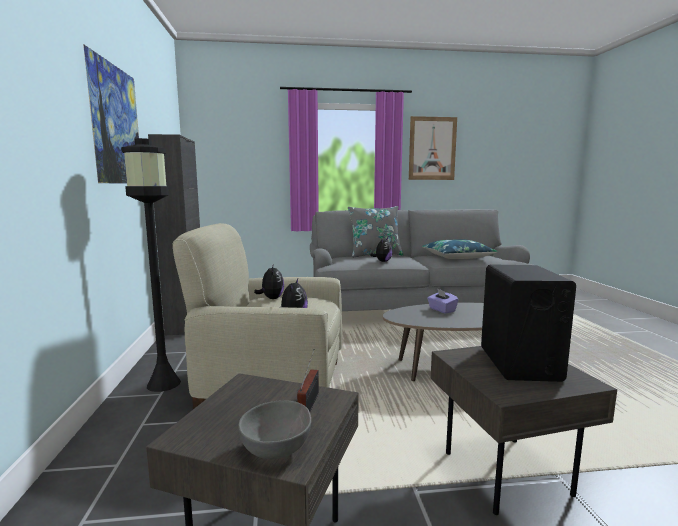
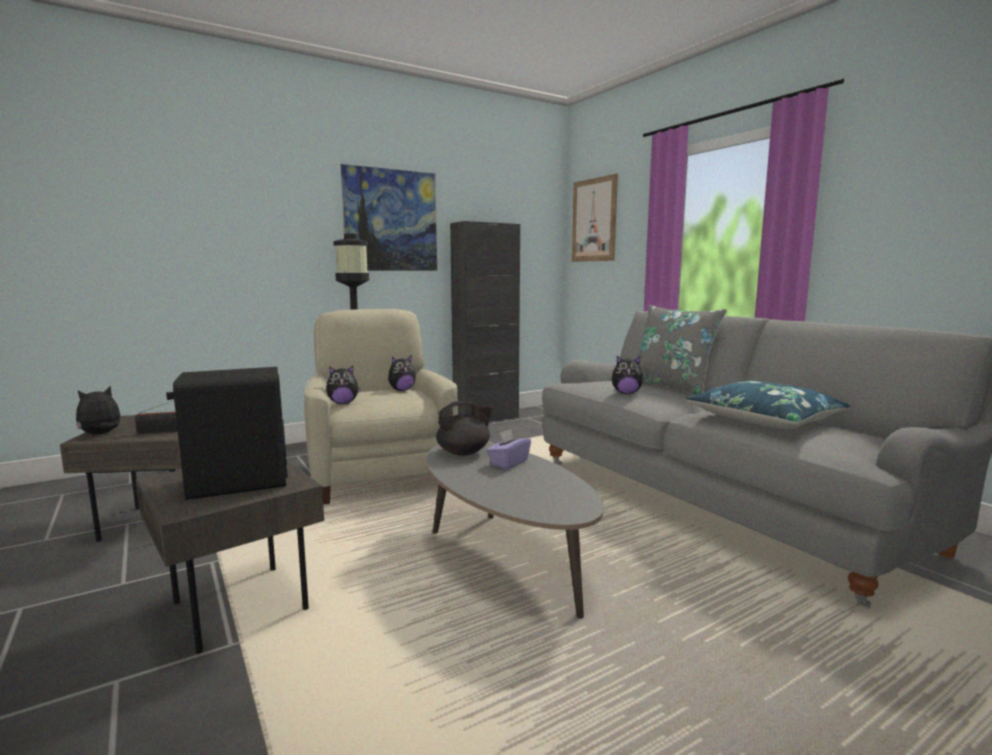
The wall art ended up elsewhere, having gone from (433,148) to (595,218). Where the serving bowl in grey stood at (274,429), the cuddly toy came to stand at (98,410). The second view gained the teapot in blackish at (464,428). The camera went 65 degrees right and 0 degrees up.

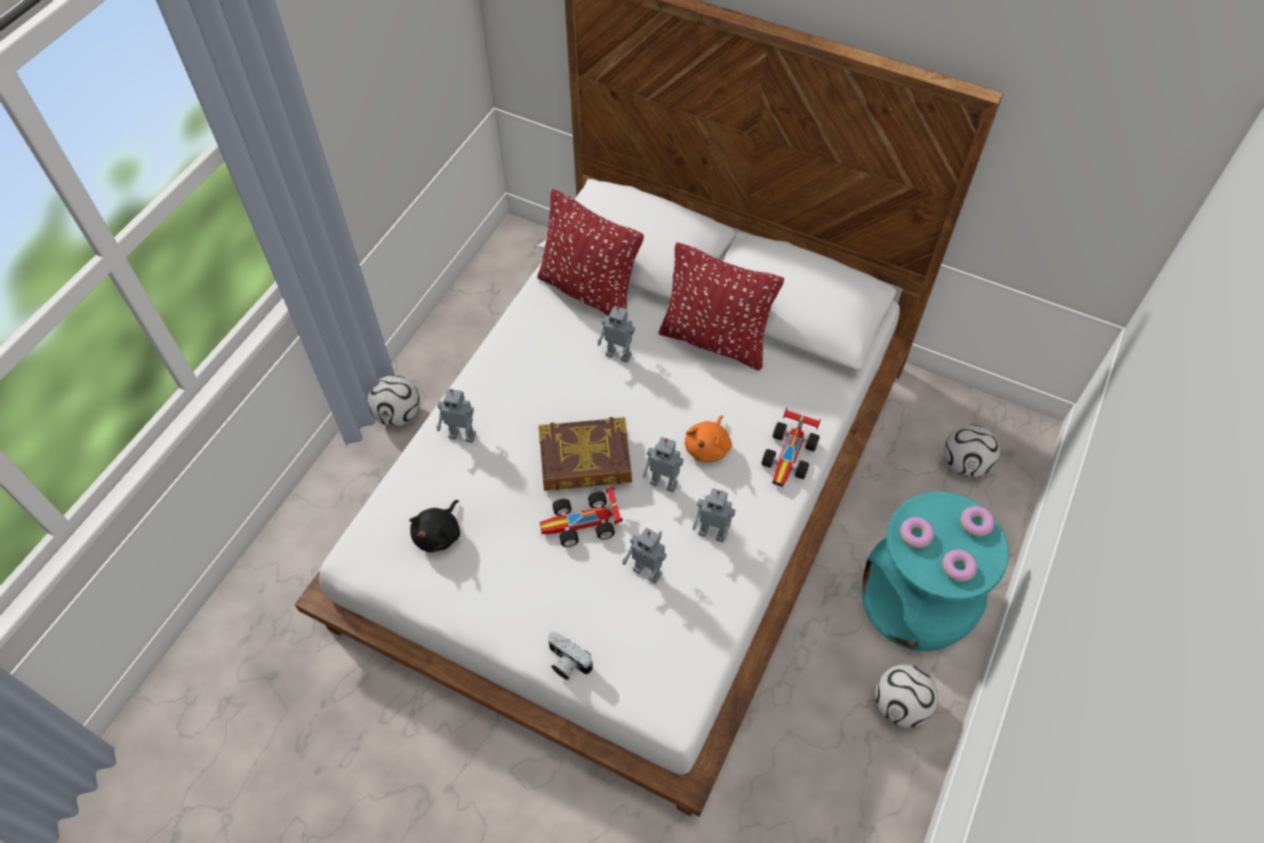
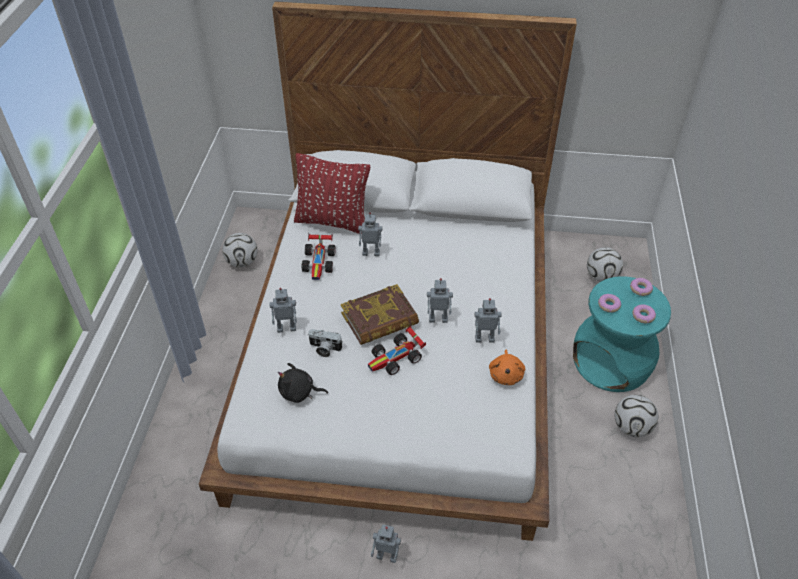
The second view lost the cushion in red at (721,306). The football ended up elsewhere, having gone from (394,401) to (240,250). The model car ended up elsewhere, having gone from (791,447) to (318,257). The cuddly toy in orangey ended up elsewhere, having gone from (708,439) to (507,367). The cuddly toy in blackish at (434,526) ended up facing another way, 90 degrees clockwise from before. The model robot ended up elsewhere, having gone from (644,556) to (386,543). The still camera ended up elsewhere, having gone from (570,656) to (325,343). The camera went 20 degrees left and 10 degrees down.

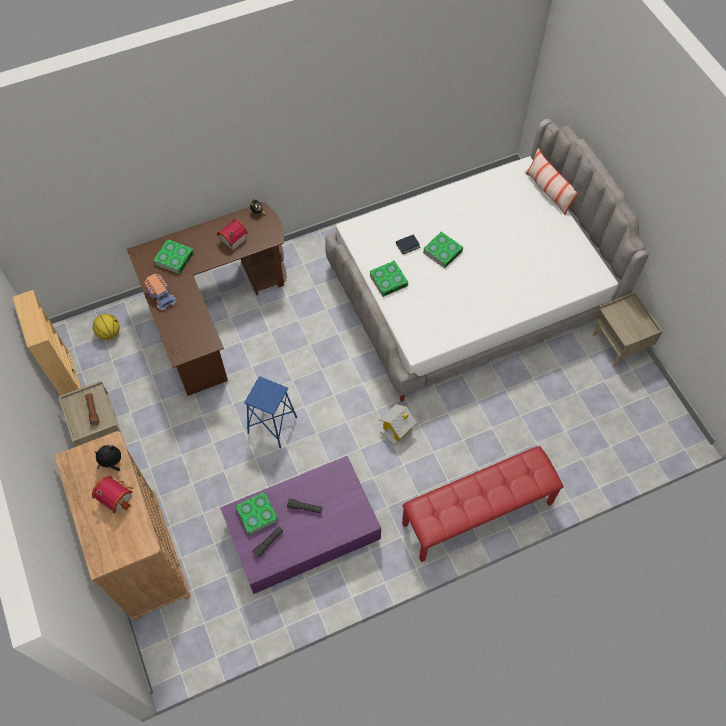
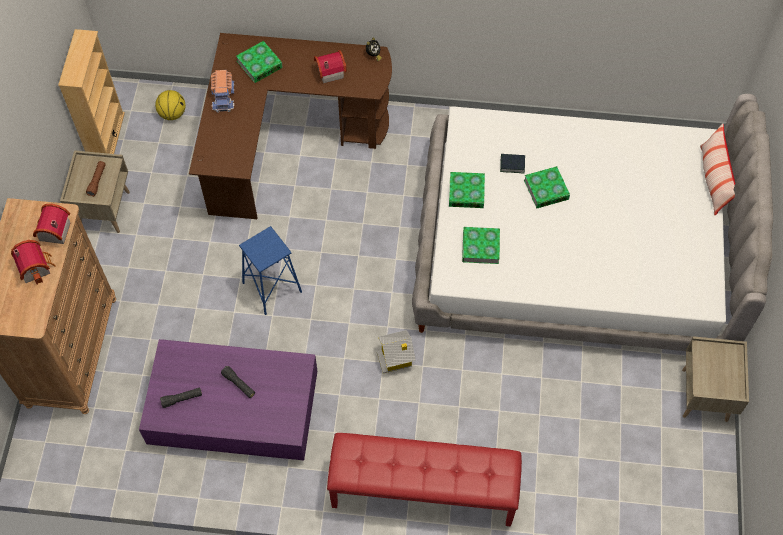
Where the cuddly toy stood at (108,458), the model house came to stand at (52,224). The bound book ended up elsewhere, having gone from (257,513) to (481,245). The camera went 30 degrees right and 0 degrees up.

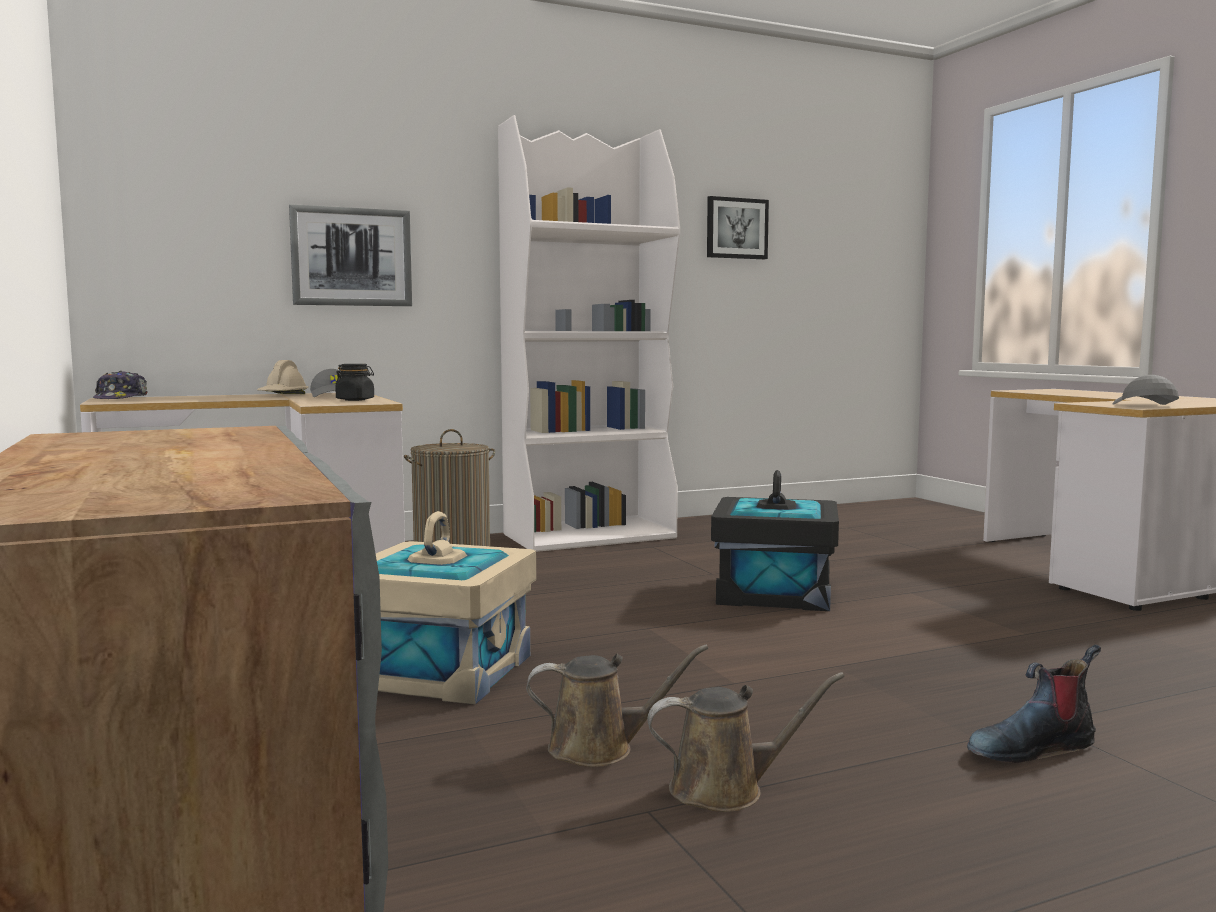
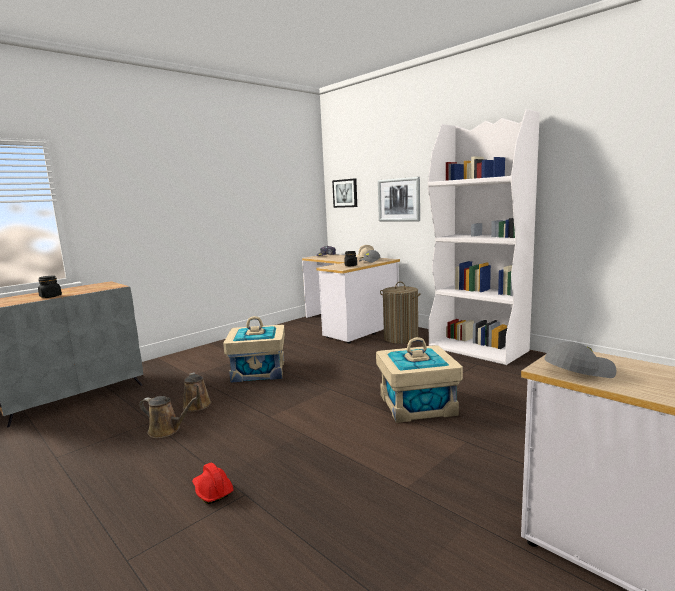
The wall art ended up elsewhere, having gone from (738,227) to (344,193). What was the storage container in blackish at (775,540) turned into the storage container in beige at (419,380). Where the tall boot stood at (1034,703), the work helmet in red came to stand at (212,483). The sprinkling can in brown-coloured at (746,742) ended up facing another way, 45 degrees counterclockwise from before. The second view gained the jar in blackish at (50,287). The camera went 70 degrees right and 5 degrees up.

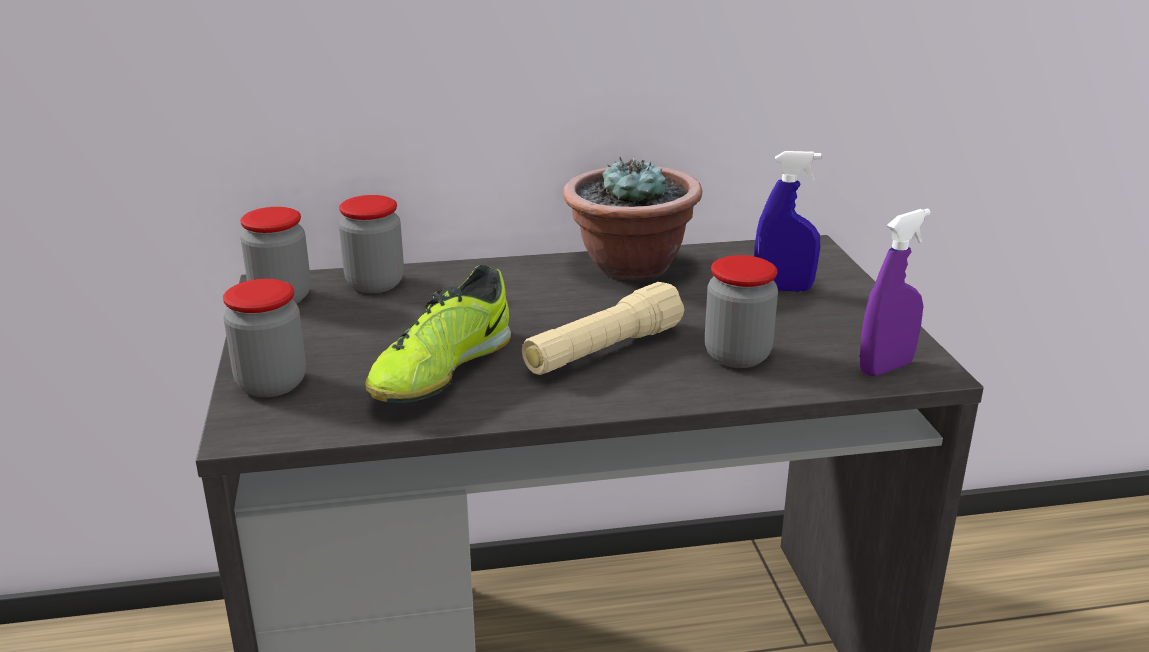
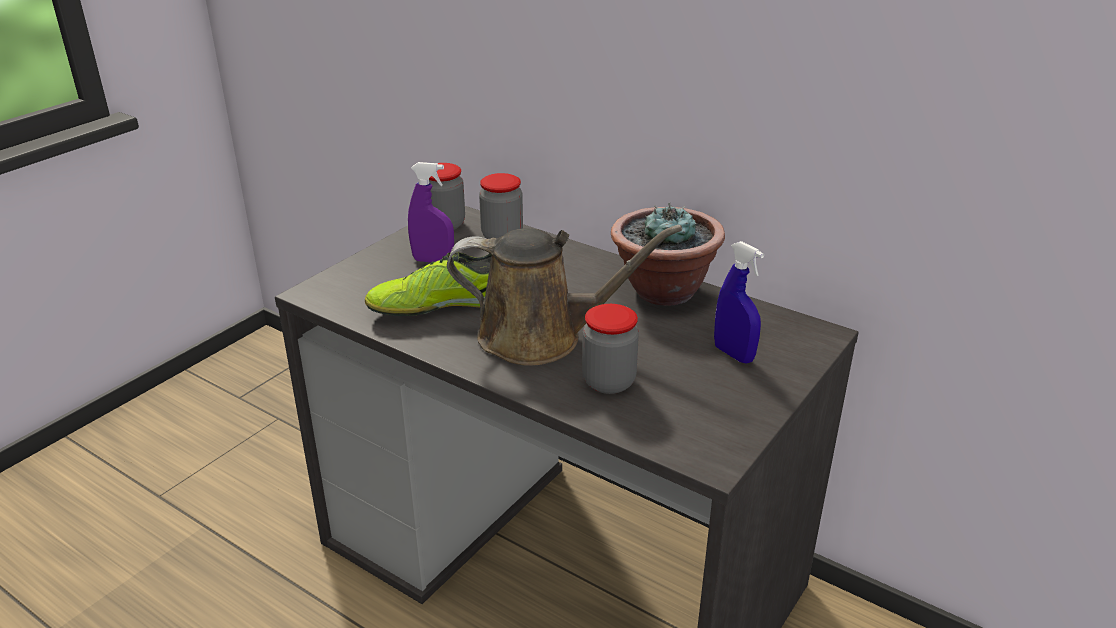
The sprayer in purple ended up elsewhere, having gone from (895,292) to (431,212). The second view lost the jar at (264,338). Where the torch in beige stood at (603,328), the sprinkling can in brown-coloured came to stand at (564,295). The camera went 45 degrees right and 5 degrees up.

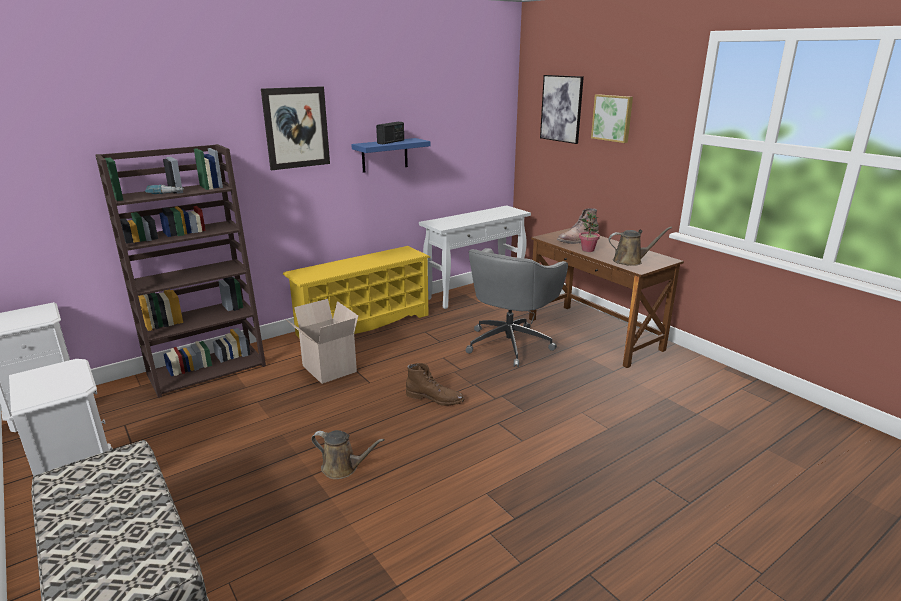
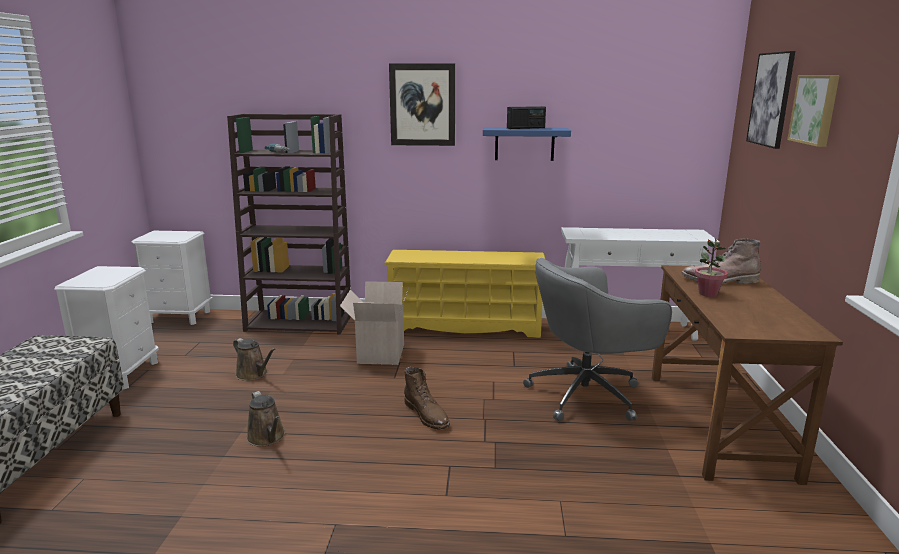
The sprinkling can in brown-coloured ended up elsewhere, having gone from (640,246) to (254,359). The camera went 40 degrees right and 5 degrees down.

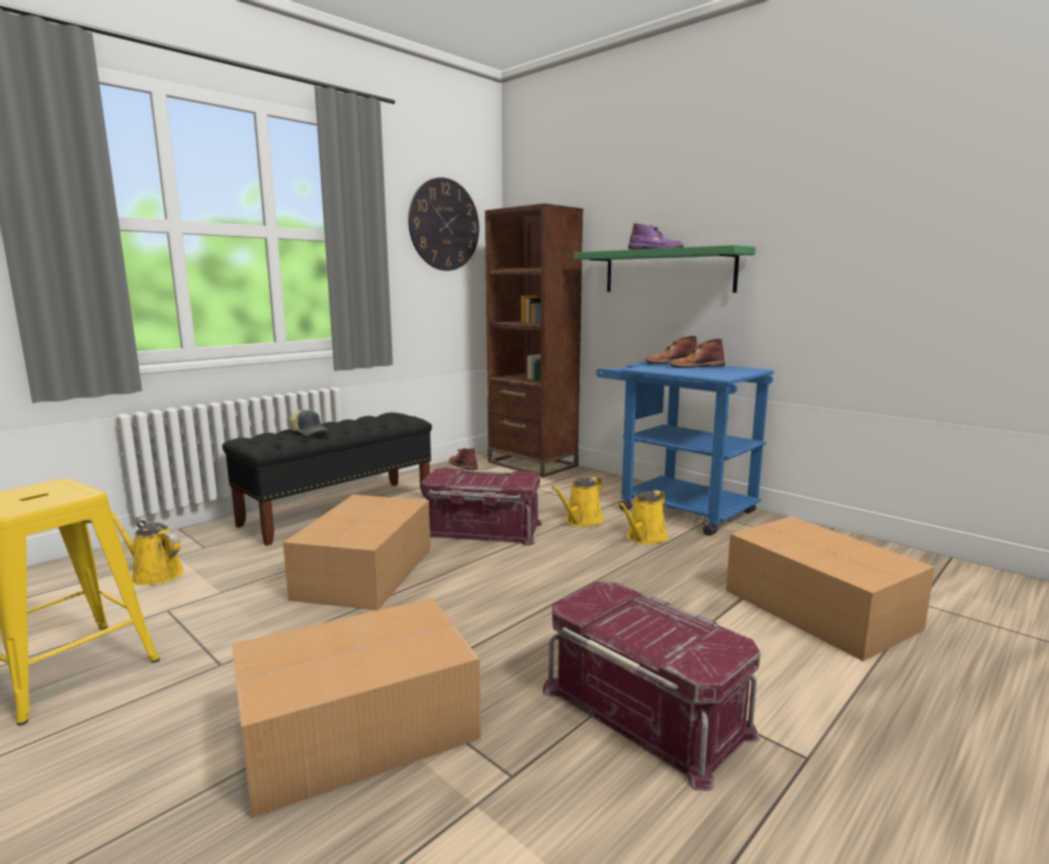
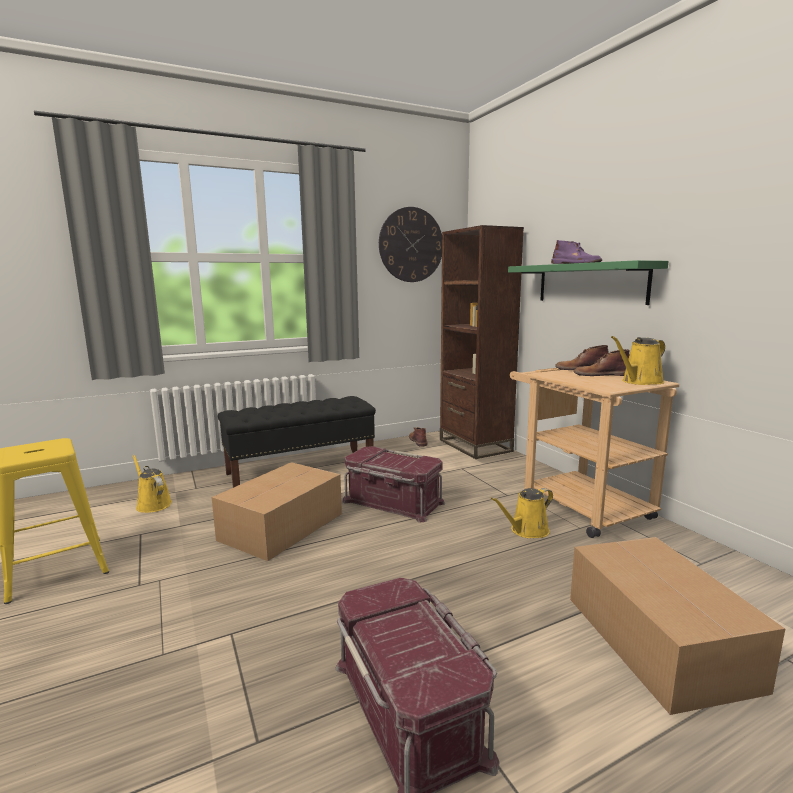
What was the wheeled cart in blue at (685,449) turned into the wheeled cart in beige at (594,453). The second view lost the peaked cap at (308,422). The sprinkling can in yellow ended up elsewhere, having gone from (578,502) to (638,360). The second view lost the cardboard box at (356,708). The camera went 20 degrees right and 0 degrees up.

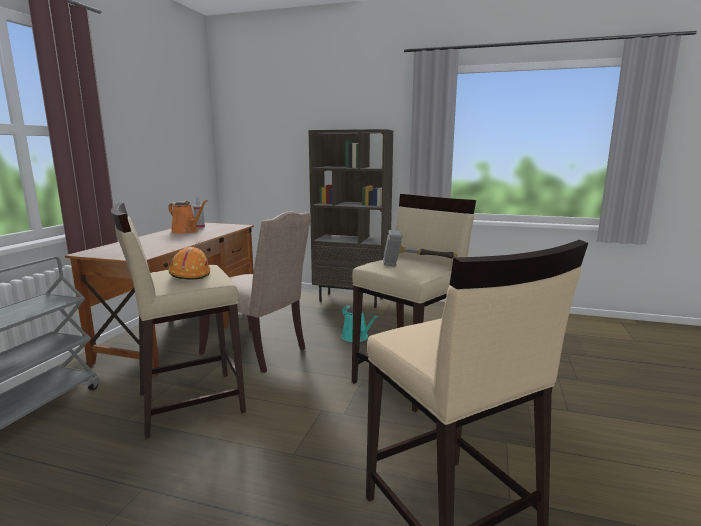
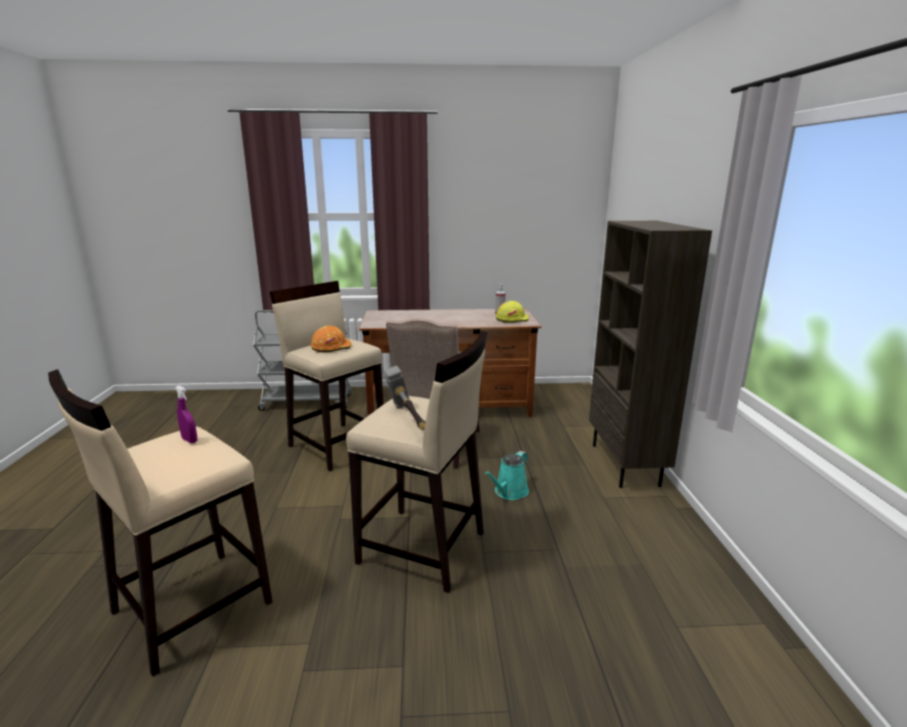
The second view lost the sprinkling can in orangey at (188,217). The second view gained the work helmet in yellow at (512,312). The second view gained the sprayer in purple at (186,414). The camera went 70 degrees right and 5 degrees up.

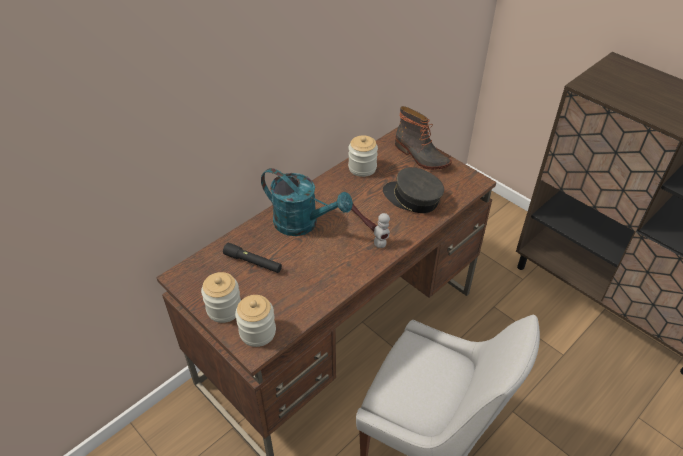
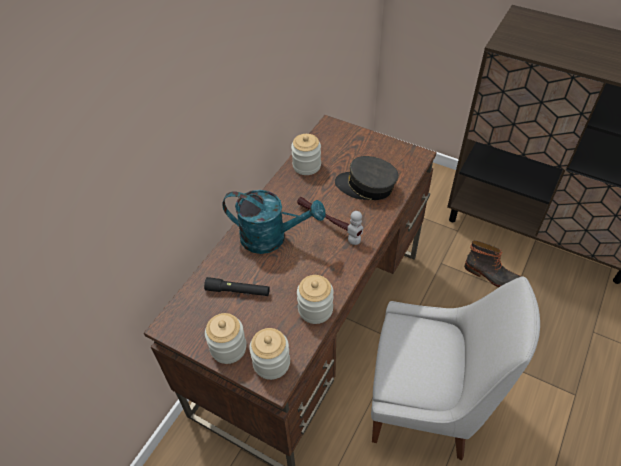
The tall boot ended up elsewhere, having gone from (423,138) to (492,263). The second view gained the jar at (315,299). The camera went 15 degrees left and 5 degrees up.

